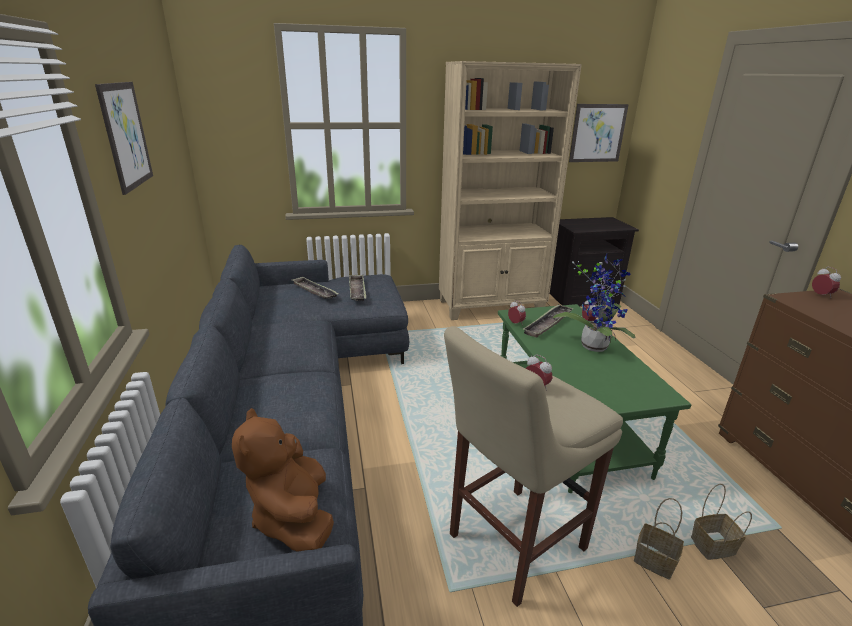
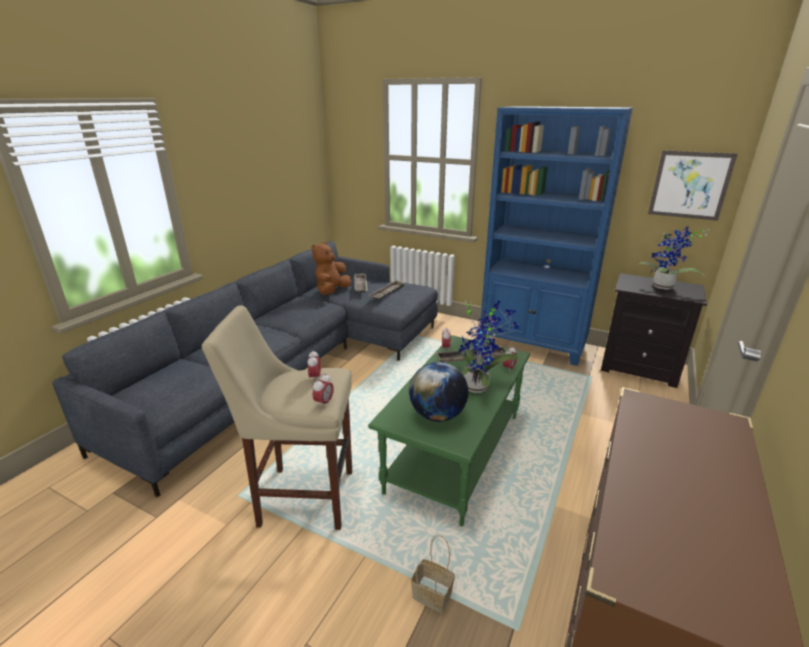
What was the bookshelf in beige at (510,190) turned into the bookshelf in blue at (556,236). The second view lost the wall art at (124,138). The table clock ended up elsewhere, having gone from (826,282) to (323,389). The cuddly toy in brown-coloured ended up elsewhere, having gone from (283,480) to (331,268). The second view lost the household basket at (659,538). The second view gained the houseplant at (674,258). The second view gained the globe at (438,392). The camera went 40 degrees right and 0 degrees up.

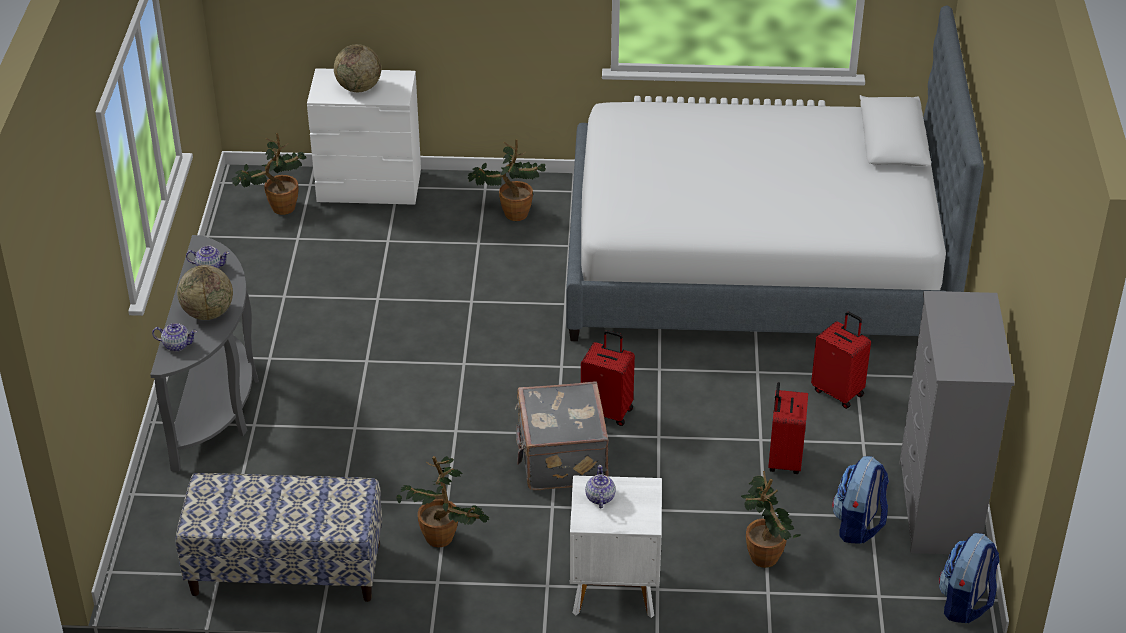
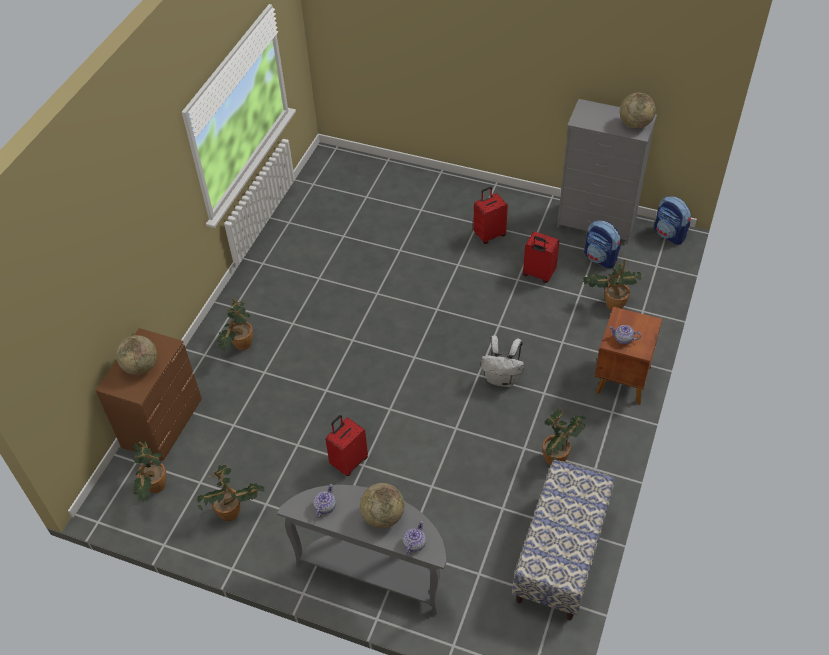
The second view lost the sleeping bed at (775,173). What was the dresser in whitish at (364,136) turned into the dresser in brown-coloured at (148,394). The suitcase in red ended up elsewhere, having gone from (608,378) to (346,445). Where the suitcase in grey stood at (562,435), the knapsack in whitish came to stand at (502,361). What was the nightstand in whitish at (616,546) turned into the nightstand in brown-coloured at (628,356). The second view gained the globe at (638,111). The second view gained the houseplant at (231,493). The camera went 70 degrees left and 10 degrees up.

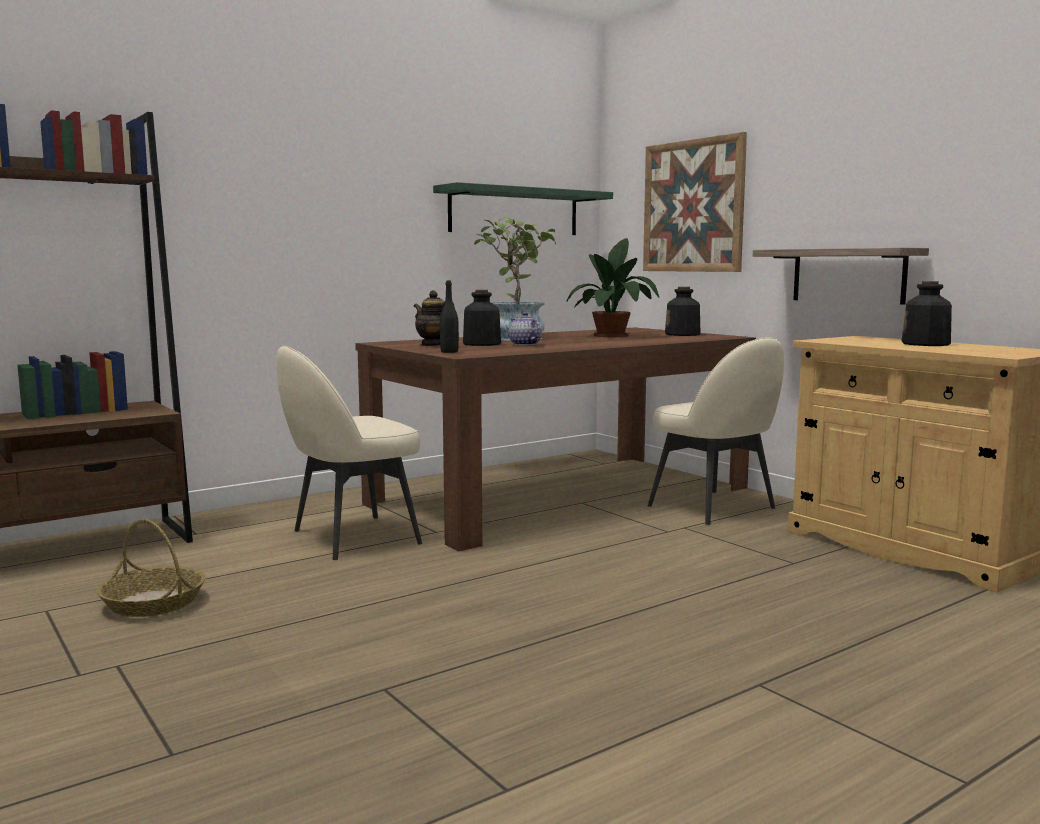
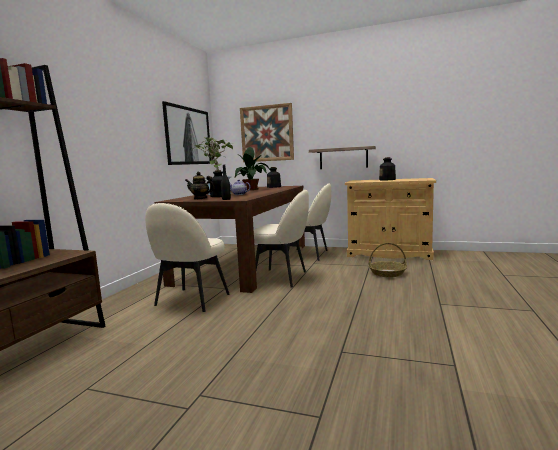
Where the bracket shelf in greenish hung at (523,208), the wall art came to hang at (186,133). The household basket ended up elsewhere, having gone from (150,568) to (388,260). The second view gained the chair in beige at (281,238). The camera went 35 degrees left and 0 degrees up.

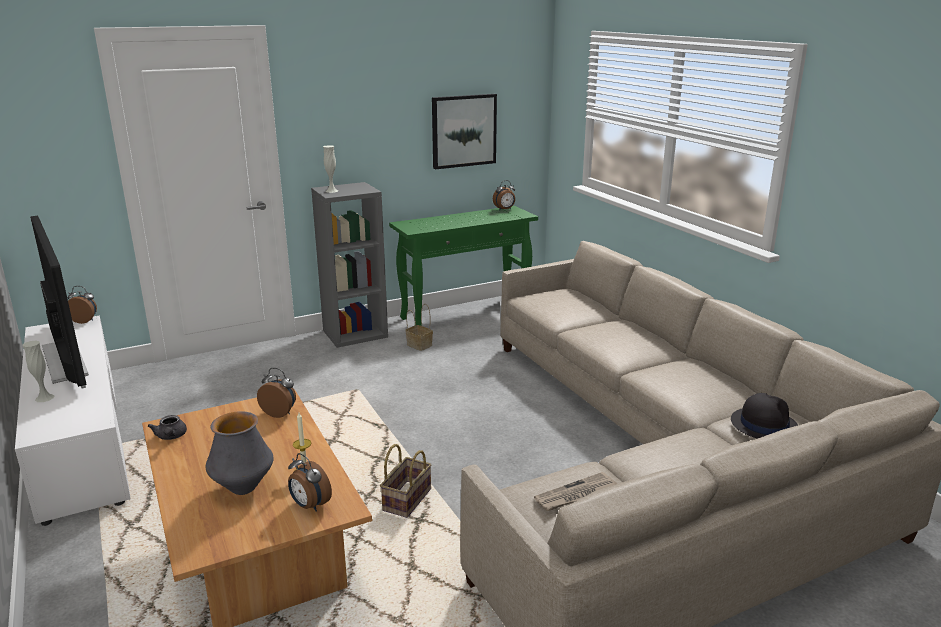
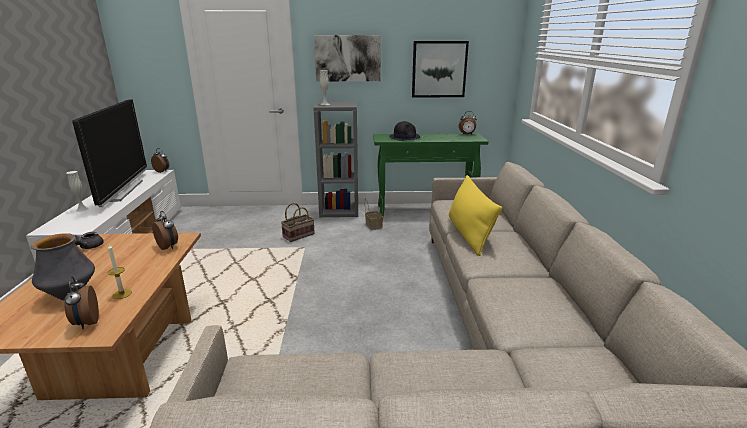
The clothing hat in blackish ended up elsewhere, having gone from (764,416) to (405,131). The household basket ended up elsewhere, having gone from (405,481) to (298,222). The second view lost the newspaper at (575,491). The second view gained the wall art at (347,58). The second view gained the cushion in yellow at (475,215). The camera went 25 degrees right and 0 degrees up.

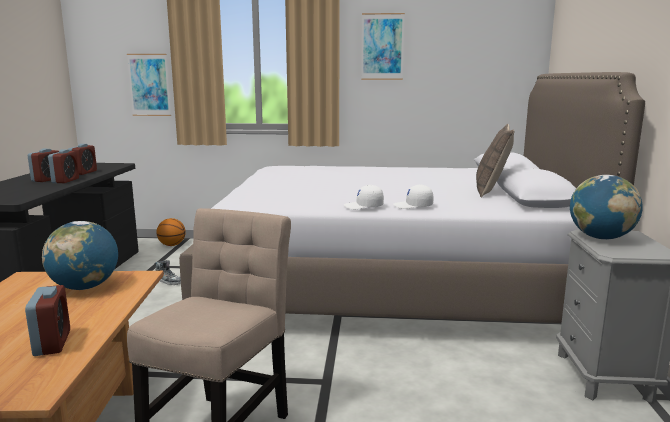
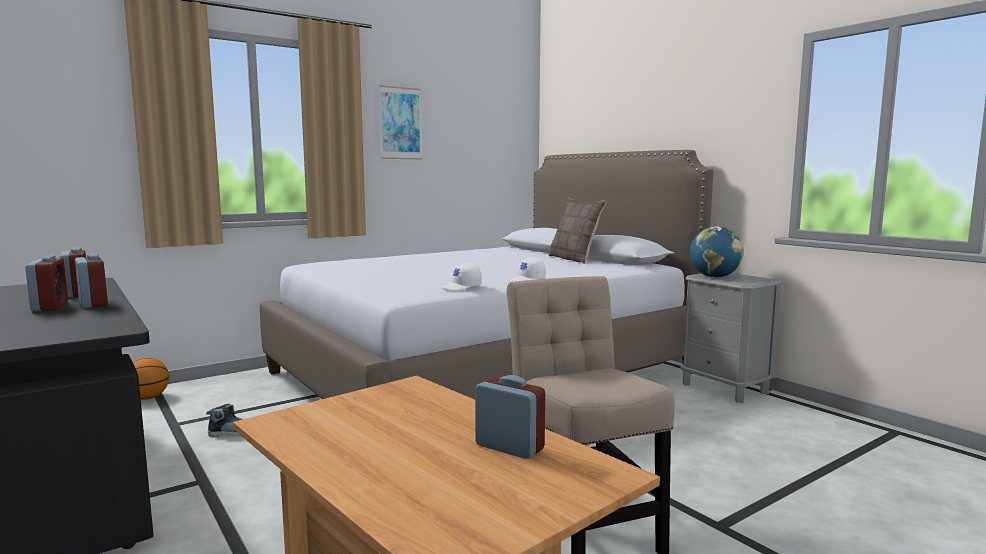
The second view lost the wall art at (149,85). The peaked cap in whitish ended up elsewhere, having gone from (413,196) to (462,277). The second view lost the globe at (80,255). The camera went 40 degrees left and 5 degrees down.

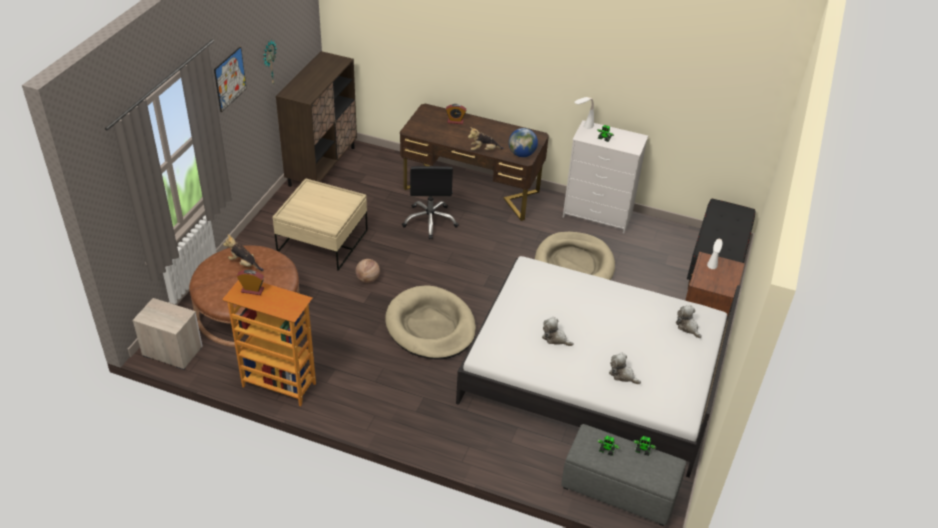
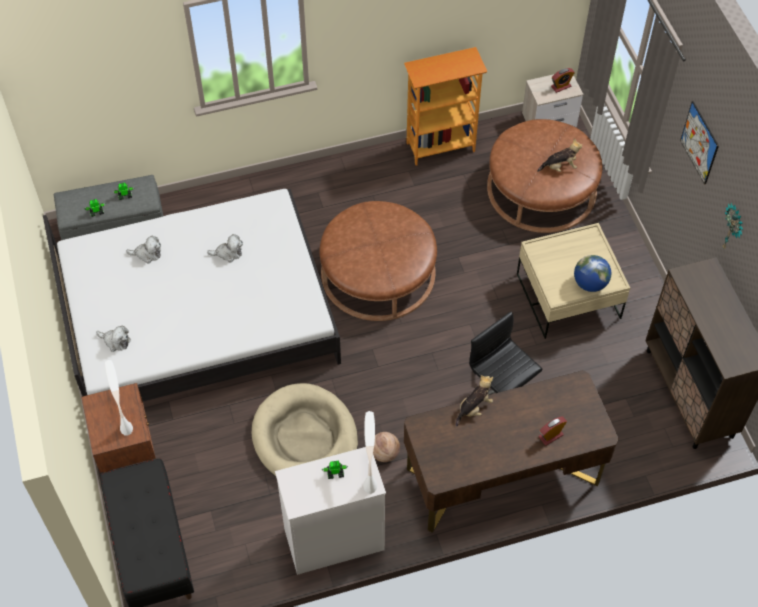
The globe ended up elsewhere, having gone from (523,142) to (592,273). The basketball ball ended up elsewhere, having gone from (368,271) to (386,447). The table clock ended up elsewhere, having gone from (250,282) to (563,80). Where the dog bed in beige stood at (430,322), the footrest in brown-coloured came to stand at (378,261). The camera went 145 degrees right and 15 degrees up.

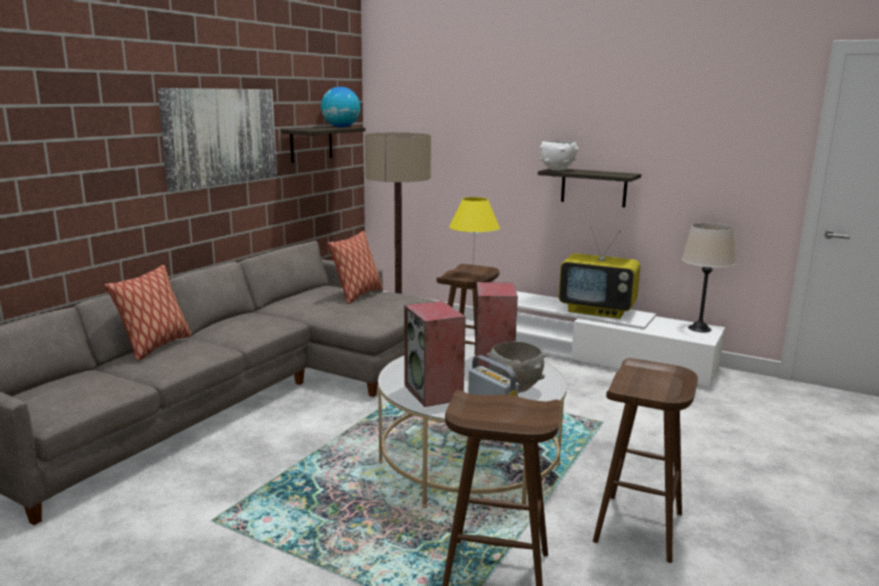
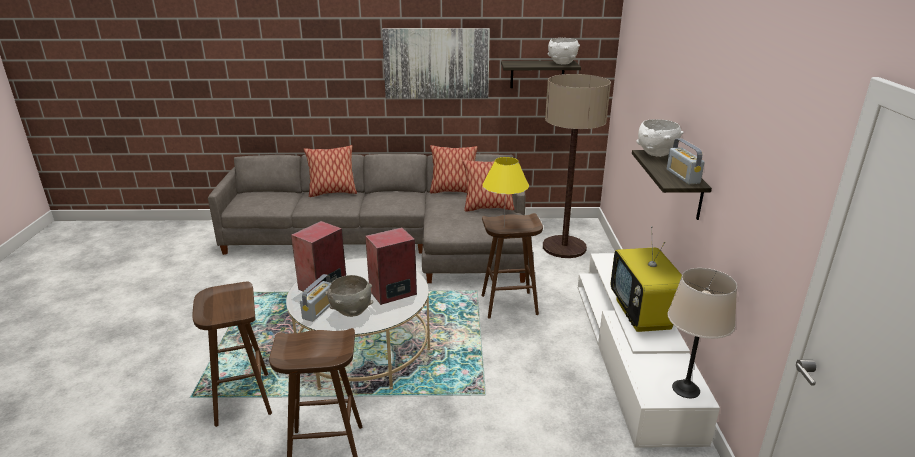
Where the globe stood at (341,107), the serving bowl in whitish came to stand at (564,51). The second view gained the radio receiver at (686,161). The second view gained the cushion at (454,169). The camera went 60 degrees right and 10 degrees up.

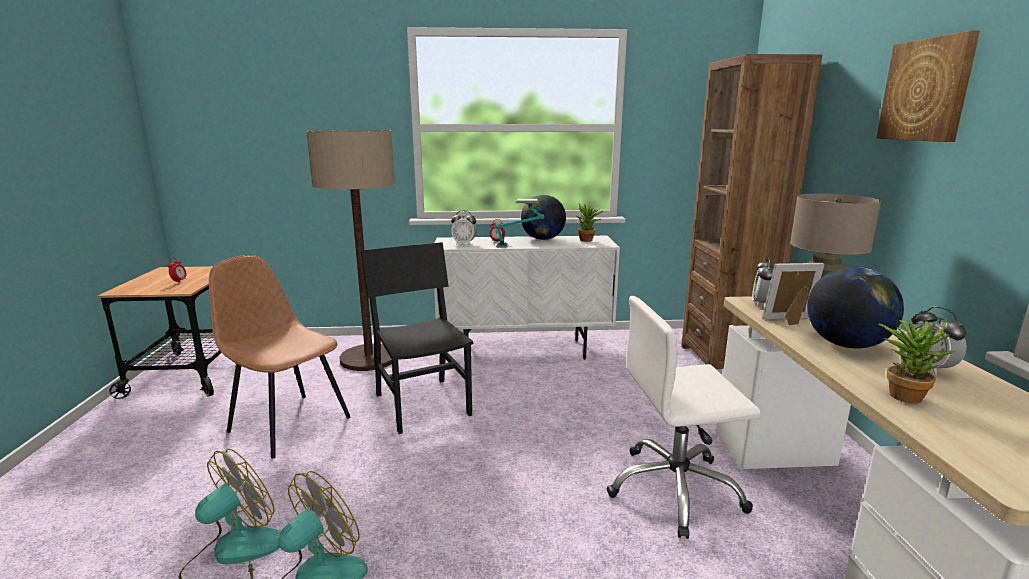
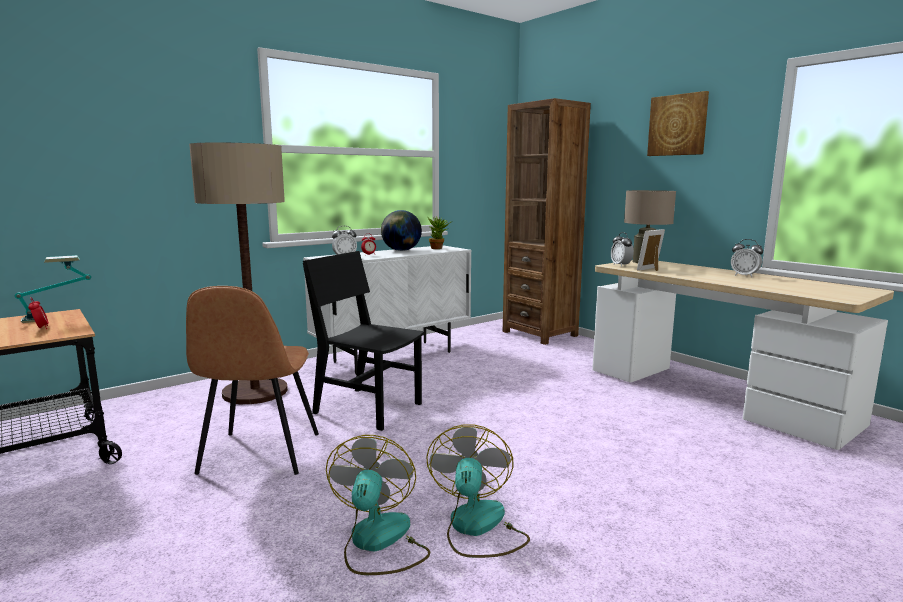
The lamp for a table ended up elsewhere, having gone from (520,223) to (53,289). The chair in brown-coloured at (279,357) ended up facing another way, 90 degrees counterclockwise from before. The second view lost the globe at (855,307). The second view lost the office chair in whitish at (684,417). The second view lost the houseplant at (917,361). The camera went 35 degrees left and 5 degrees down.

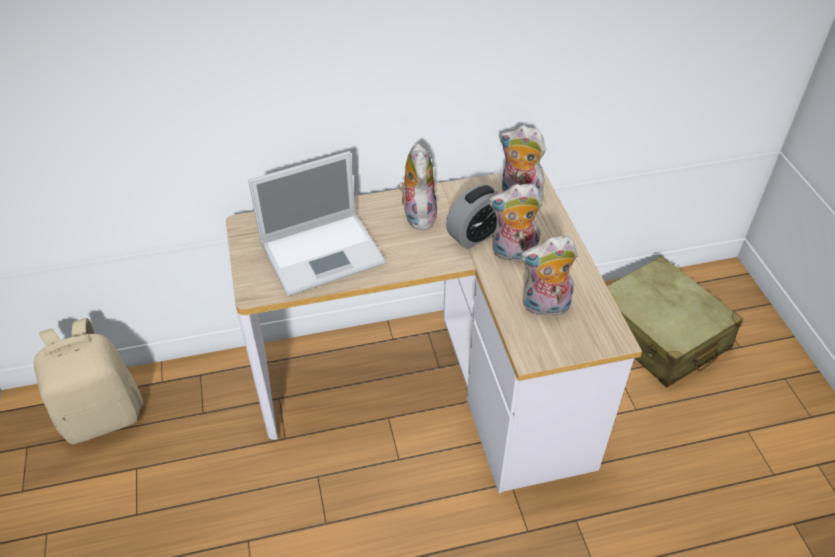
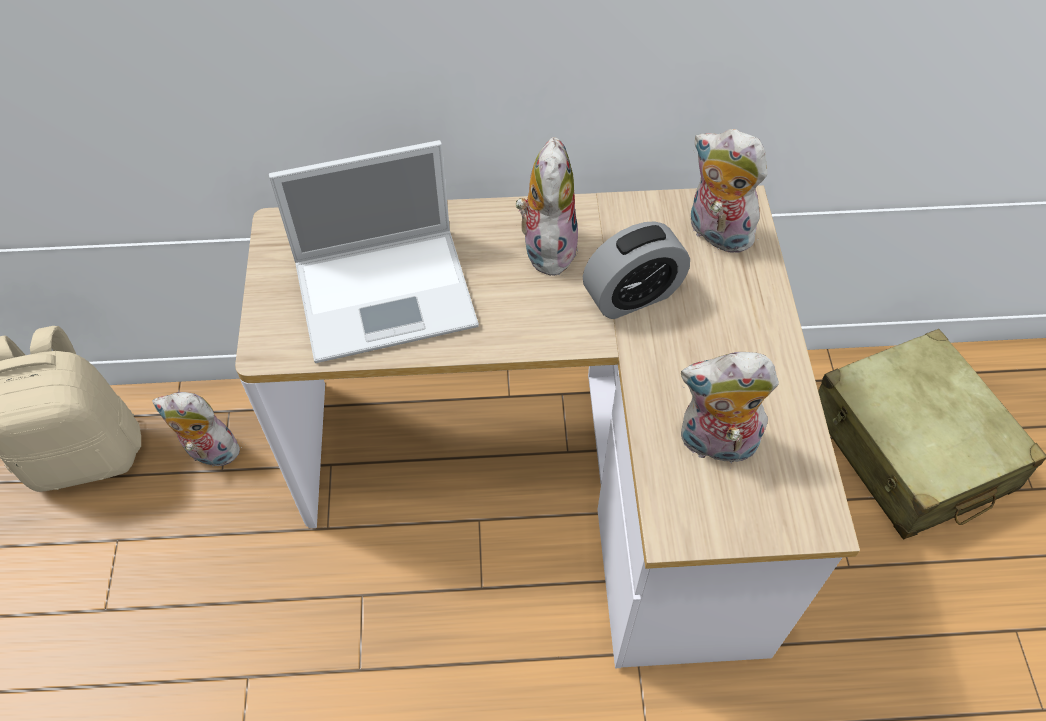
The cuddly toy ended up elsewhere, having gone from (515,223) to (199,429). The camera went 10 degrees right and 10 degrees up.

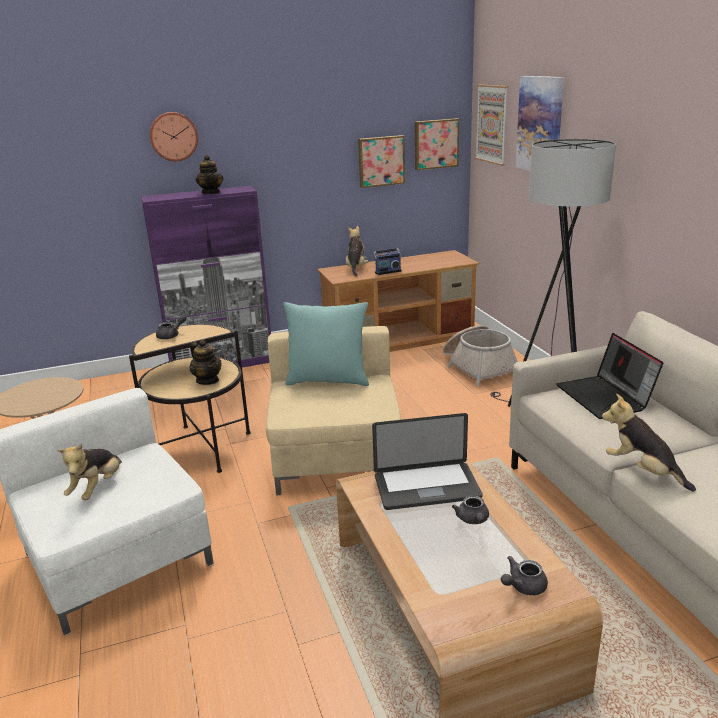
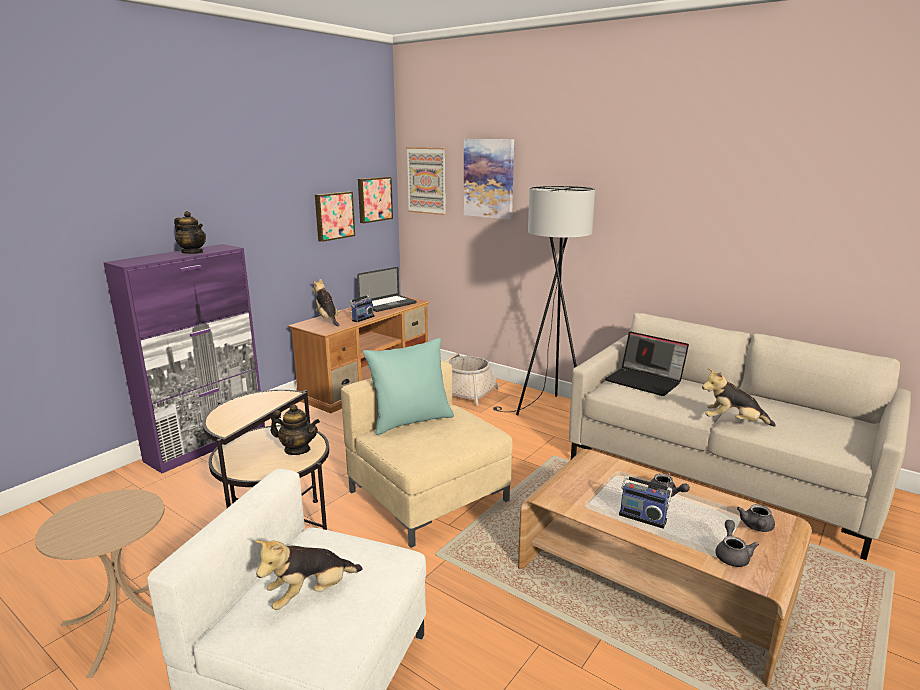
The second view lost the wall clock at (173,136). The teapot in grey ended up elsewhere, having gone from (171,327) to (737,543). The portable computer ended up elsewhere, having gone from (427,461) to (386,289). The cuddly toy at (90,471) ended up facing another way, 75 degrees clockwise from before. The second view gained the radio receiver at (645,501). The camera went 35 degrees left and 5 degrees down.

